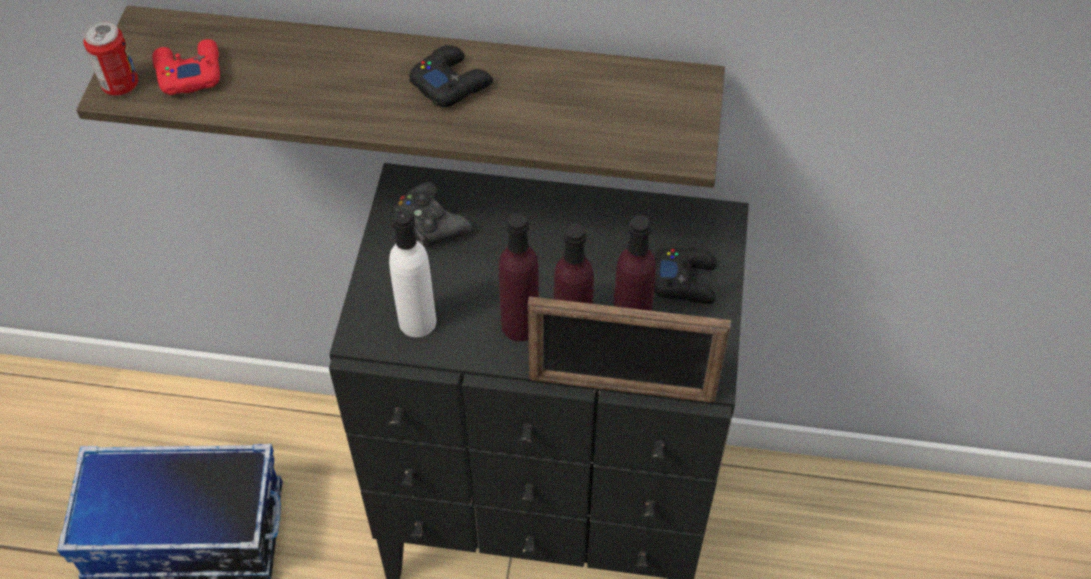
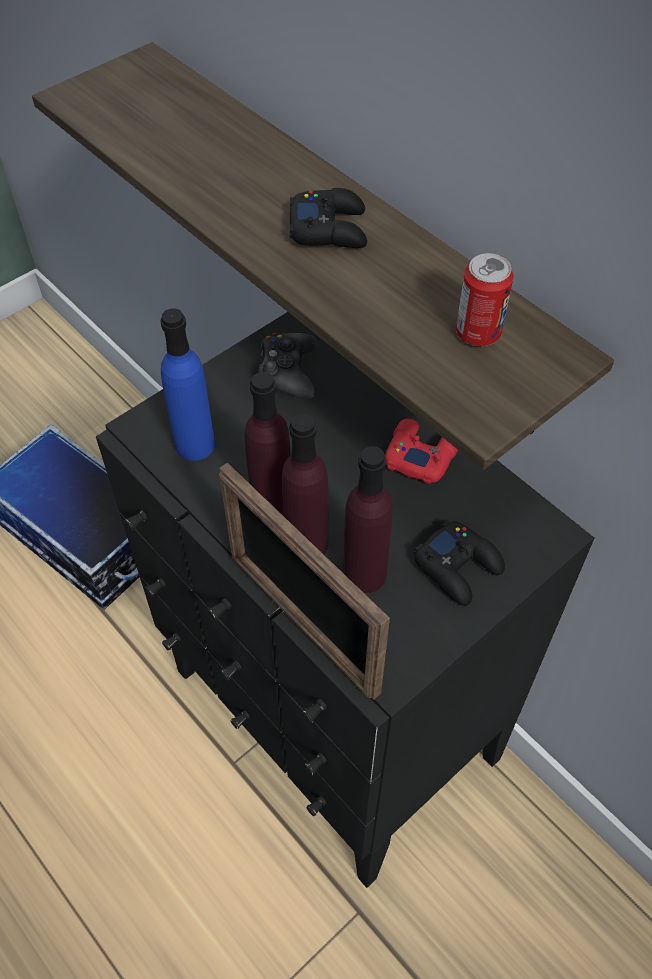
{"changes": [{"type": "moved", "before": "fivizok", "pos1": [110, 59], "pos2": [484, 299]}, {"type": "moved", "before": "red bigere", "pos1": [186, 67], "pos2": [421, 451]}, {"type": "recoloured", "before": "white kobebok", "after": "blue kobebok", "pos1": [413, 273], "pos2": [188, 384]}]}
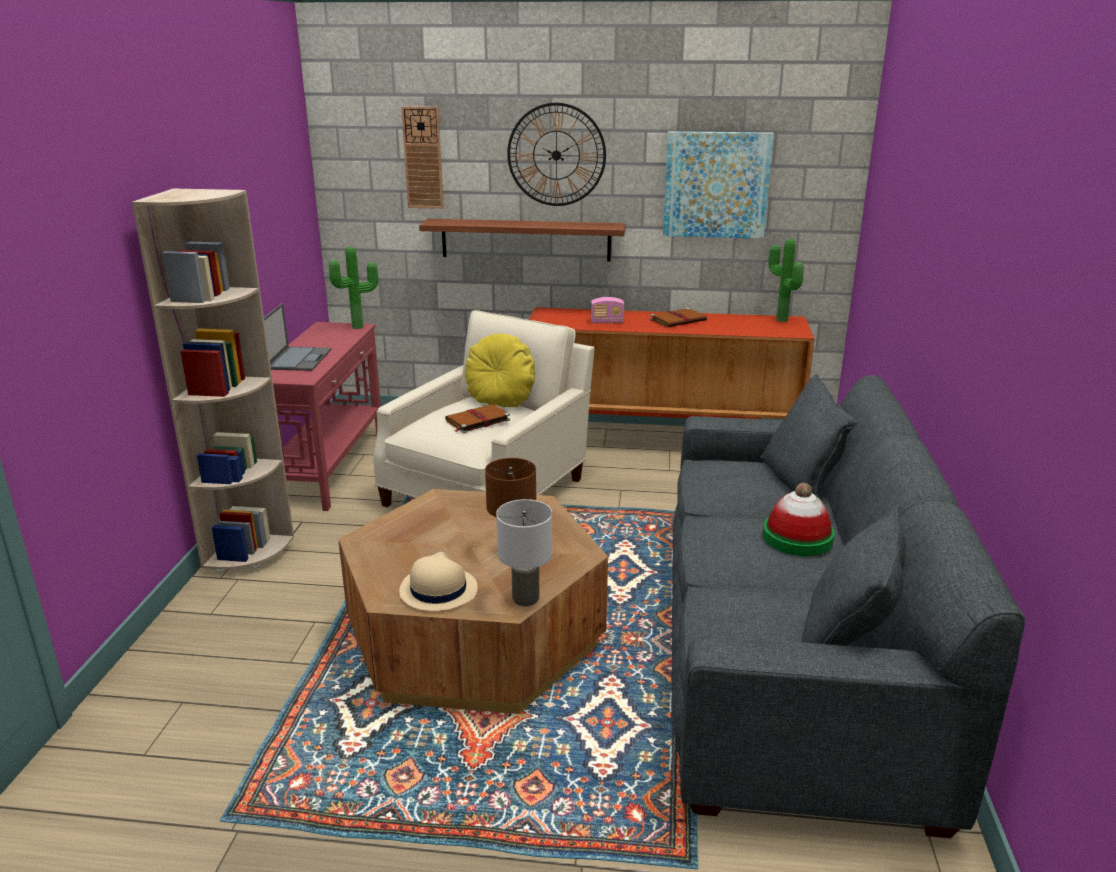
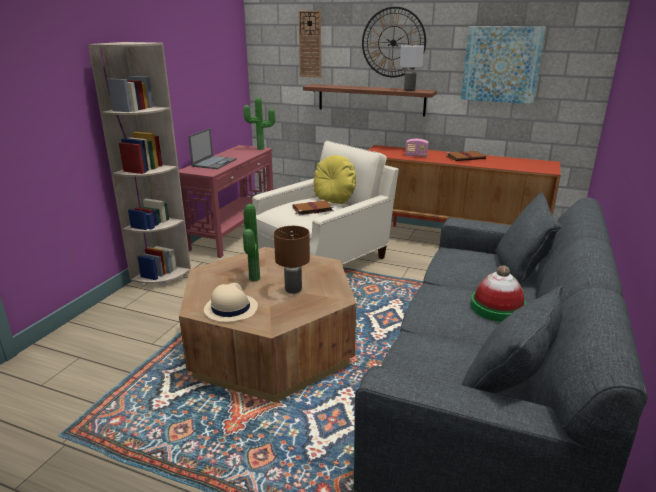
{"changes": [{"type": "moved", "before": "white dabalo", "pos1": [524, 552], "pos2": [412, 68]}, {"type": "moved", "before": "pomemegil", "pos1": [786, 280], "pos2": [251, 243]}]}
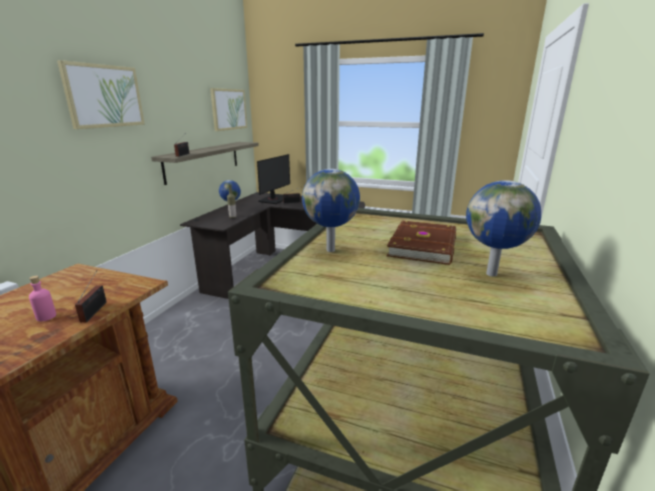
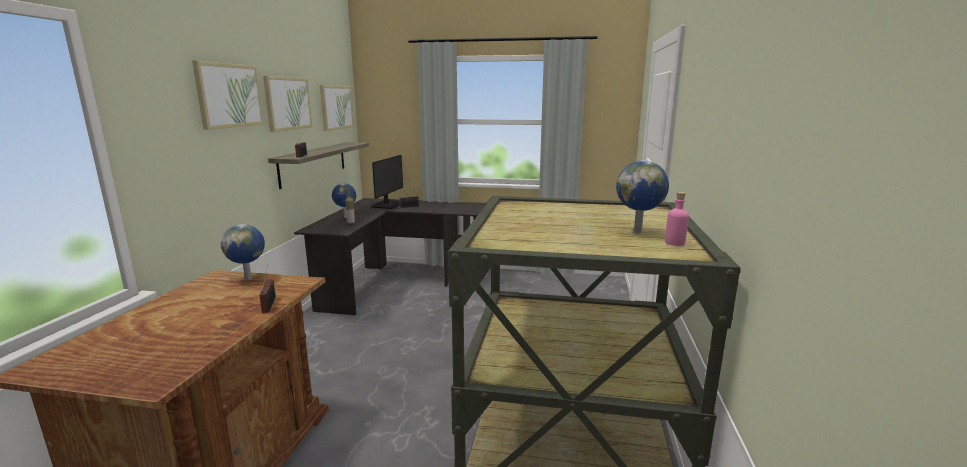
{"changes": [{"type": "removed", "before": "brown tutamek", "pos1": [421, 242]}, {"type": "added", "after": "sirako", "pos2": [287, 104]}, {"type": "moved", "before": "pink kobebok", "pos1": [42, 298], "pos2": [677, 219]}, {"type": "moved", "before": "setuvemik", "pos1": [331, 210], "pos2": [243, 252]}]}
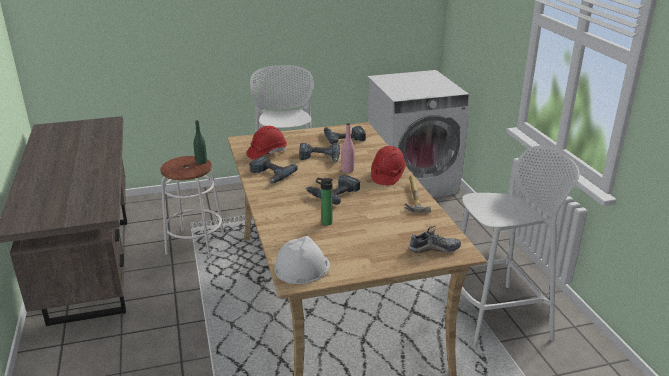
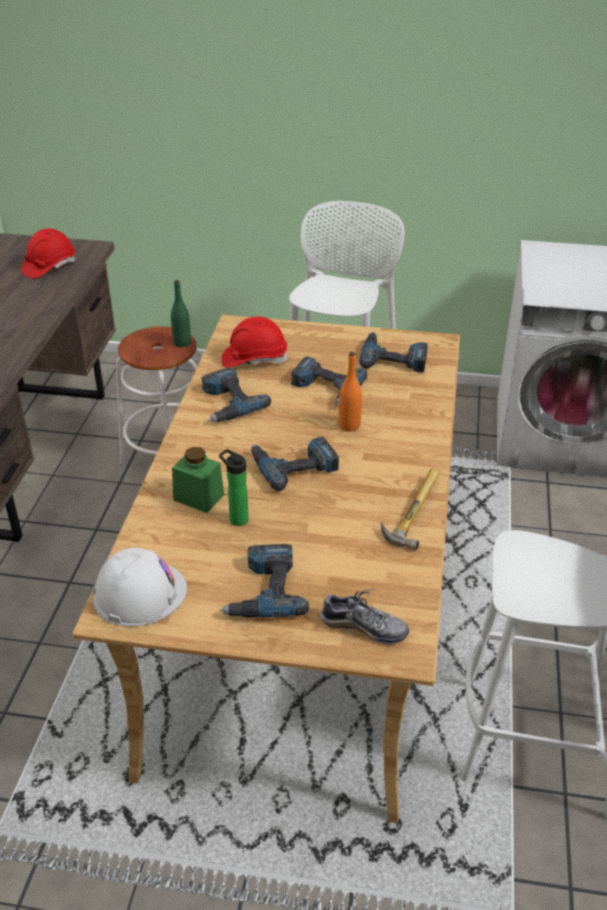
{"changes": [{"type": "added", "after": "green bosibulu", "pos2": [198, 480]}, {"type": "added", "after": "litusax", "pos2": [264, 581]}, {"type": "moved", "before": "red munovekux", "pos1": [388, 165], "pos2": [48, 254]}, {"type": "recoloured", "before": "pink kobebok", "after": "orange kobebok", "pos1": [348, 148], "pos2": [350, 392]}]}
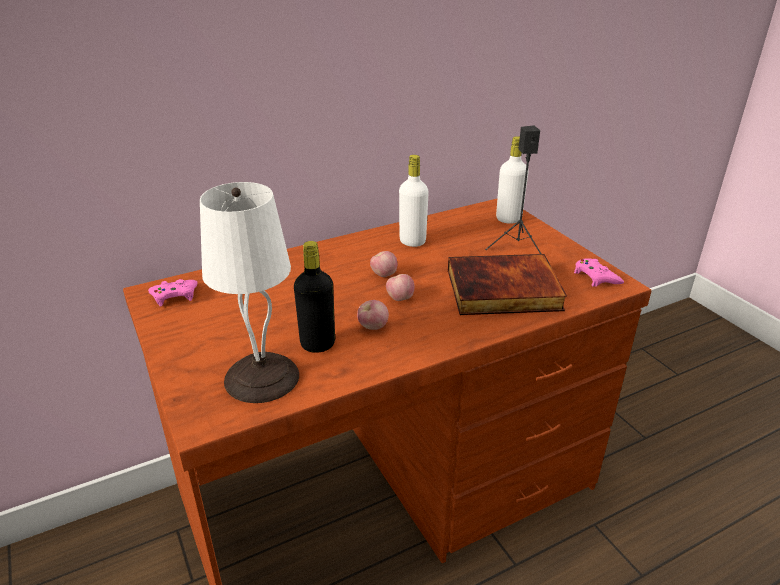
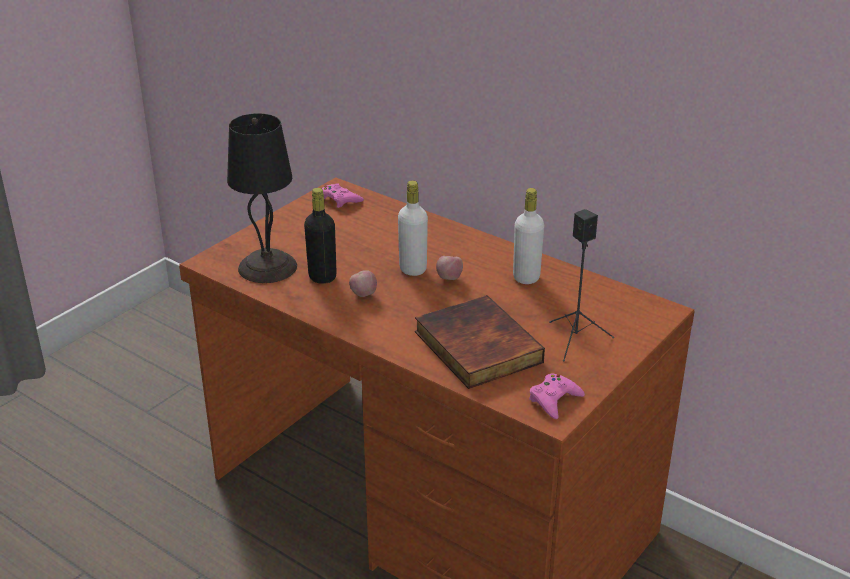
{"changes": [{"type": "removed", "before": "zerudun", "pos1": [400, 287]}, {"type": "moved", "before": "white kobebok", "pos1": [512, 180], "pos2": [413, 228]}, {"type": "recoloured", "before": "white dabalo", "after": "black dabalo", "pos1": [249, 292], "pos2": [262, 198]}]}
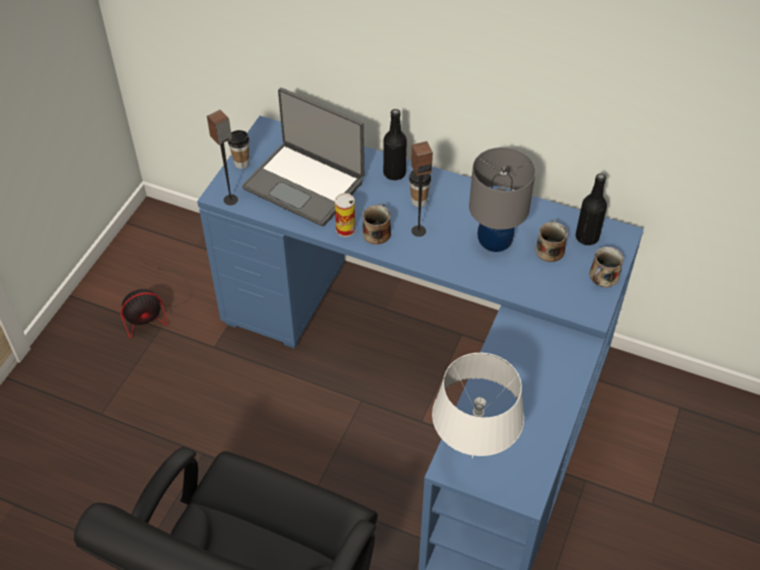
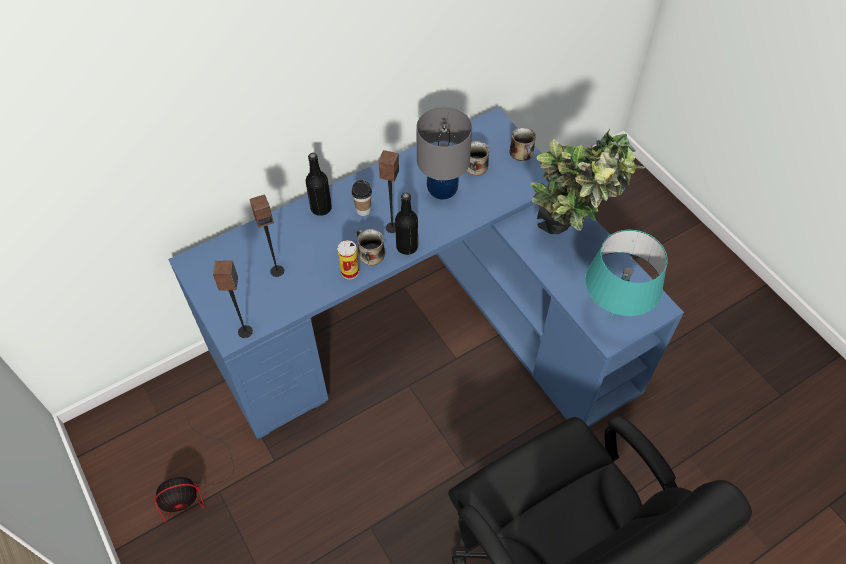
{"changes": [{"type": "removed", "before": "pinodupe", "pos1": [238, 149]}, {"type": "added", "after": "pomemegil", "pos2": [588, 181]}, {"type": "moved", "before": "black kobebok", "pos1": [591, 209], "pos2": [406, 224]}, {"type": "replaced", "before": "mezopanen", "after": "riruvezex", "pos1": [303, 157], "pos2": [267, 235]}, {"type": "recoloured", "before": "white dabalo", "after": "turquoise dabalo", "pos1": [478, 405], "pos2": [626, 275]}, {"type": "turned", "before": "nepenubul", "pos1": [156, 297], "pos2": [194, 469], "turn": 60}]}
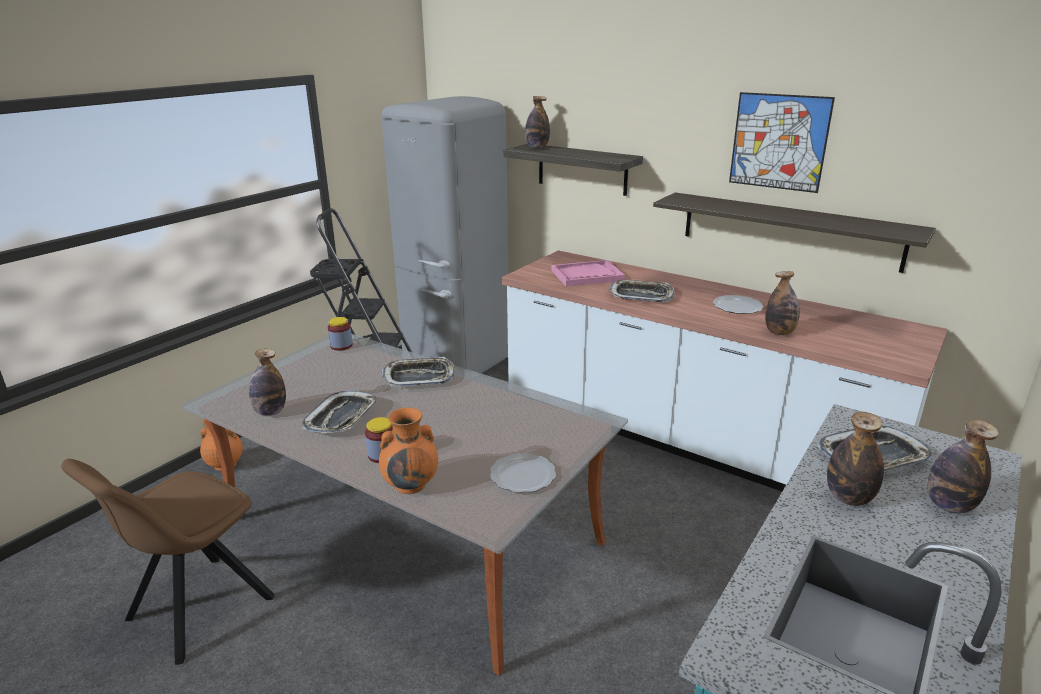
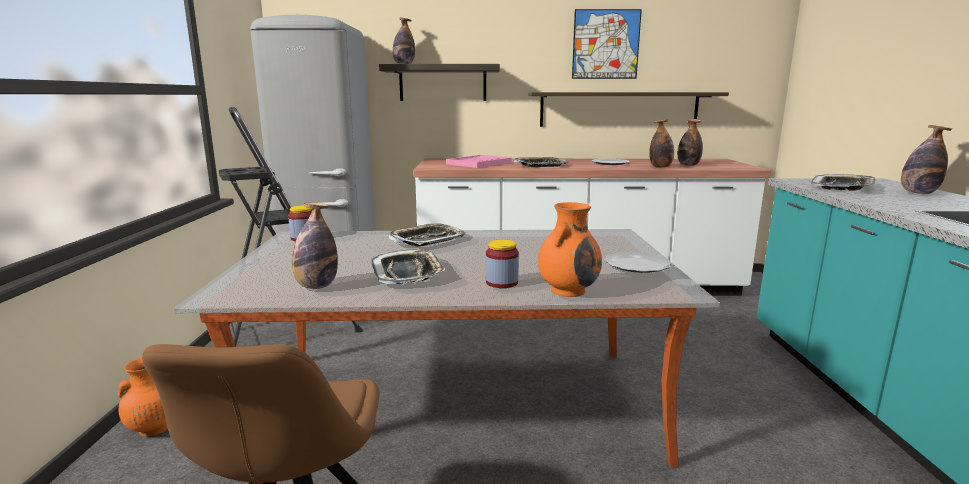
{"changes": [{"type": "moved", "before": "kobebok", "pos1": [855, 459], "pos2": [690, 142]}]}
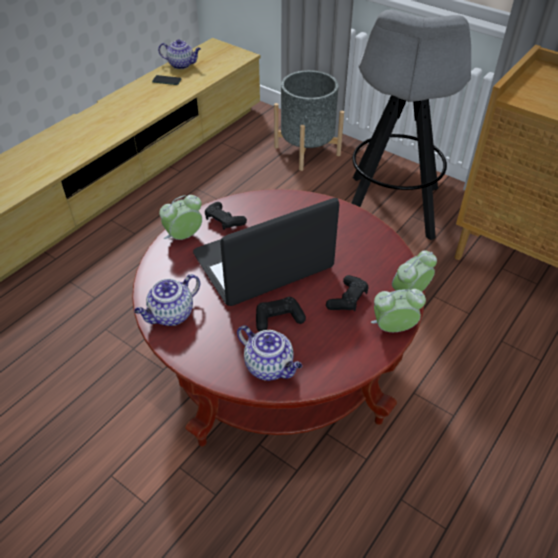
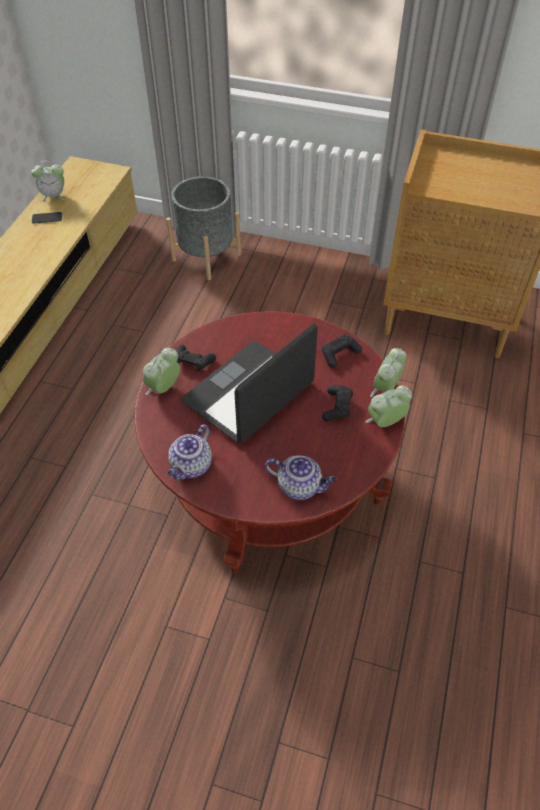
{"changes": [{"type": "removed", "before": "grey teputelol", "pos1": [411, 125]}, {"type": "moved", "before": "black bigere", "pos1": [281, 314], "pos2": [342, 351]}, {"type": "replaced", "before": "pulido", "after": "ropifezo", "pos1": [179, 54], "pos2": [48, 181]}]}
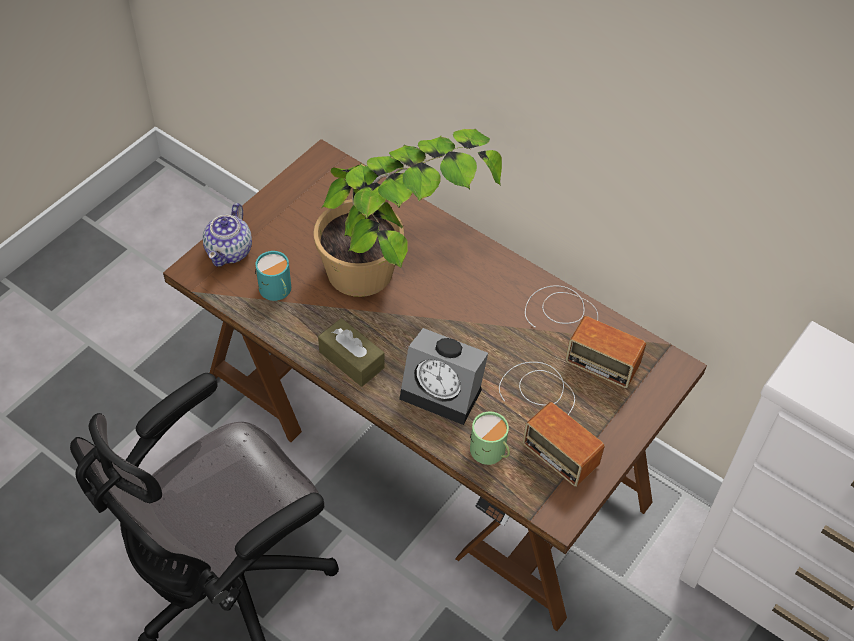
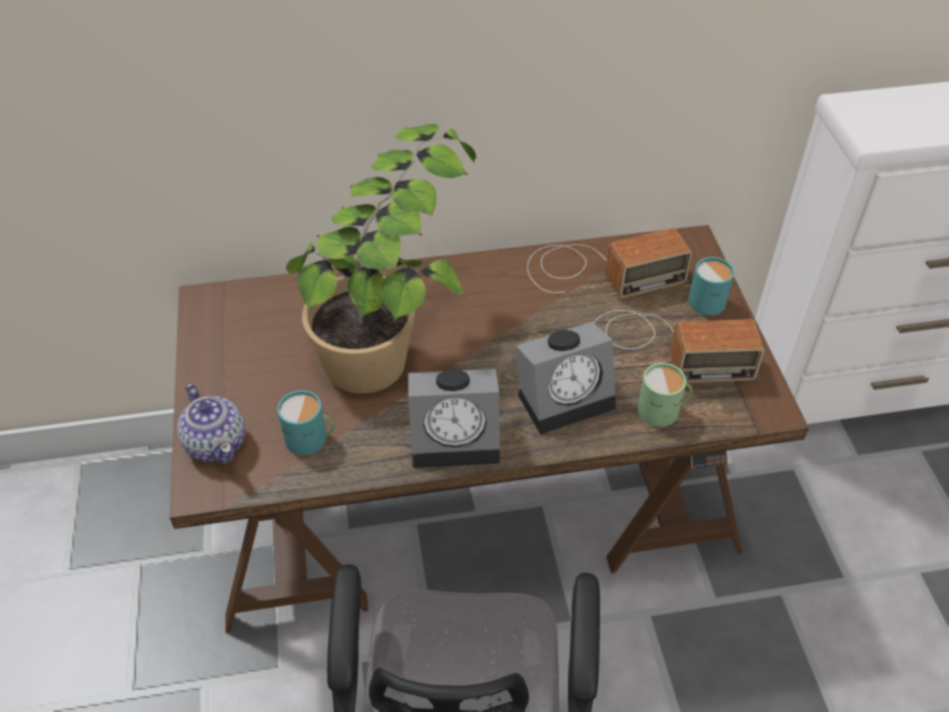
{"changes": [{"type": "added", "after": "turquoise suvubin", "pos2": [711, 286]}, {"type": "replaced", "before": "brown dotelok", "after": "ropifezo", "pos1": [351, 352], "pos2": [454, 418]}]}
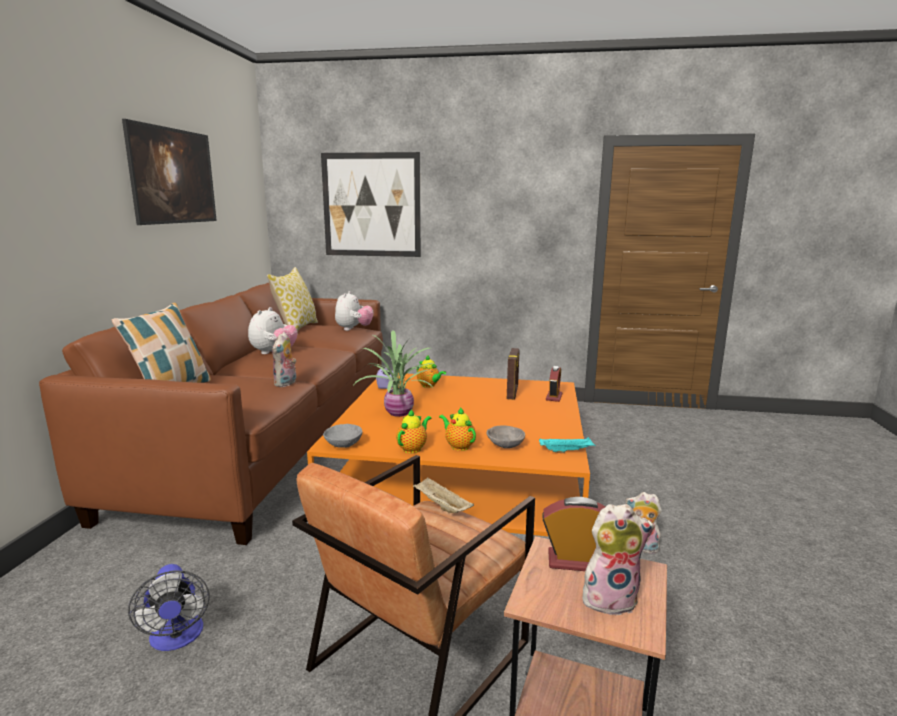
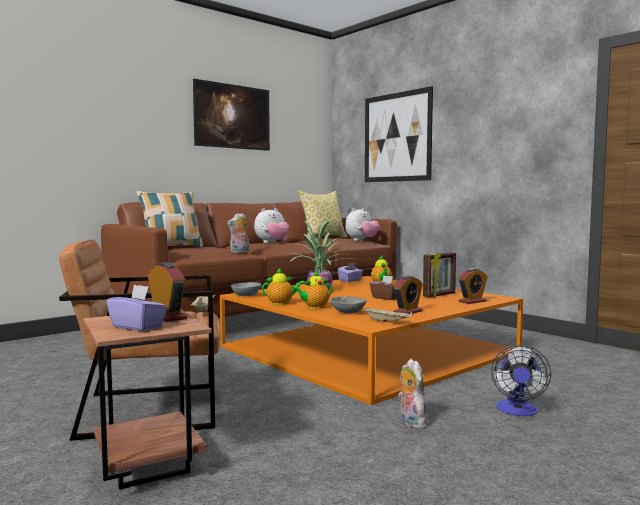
{"changes": [{"type": "added", "after": "brown dotelok", "pos2": [383, 287]}, {"type": "added", "after": "ropifezo", "pos2": [408, 294]}, {"type": "moved", "before": "nepenubul", "pos1": [169, 607], "pos2": [521, 380]}, {"type": "replaced", "before": "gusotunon", "after": "purple dotelok", "pos1": [618, 560], "pos2": [137, 308]}, {"type": "recoloured", "before": "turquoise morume", "after": "beige morume", "pos1": [567, 445], "pos2": [387, 315]}, {"type": "turned", "before": "pulido", "pos1": [457, 429], "pos2": [311, 289], "turn": -120}]}
